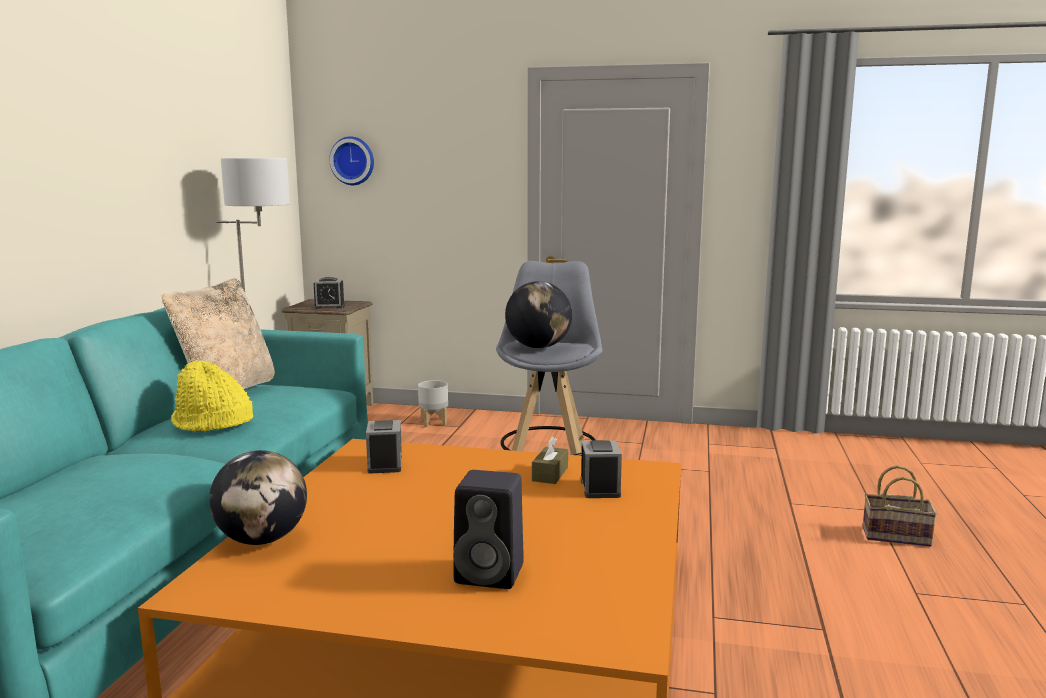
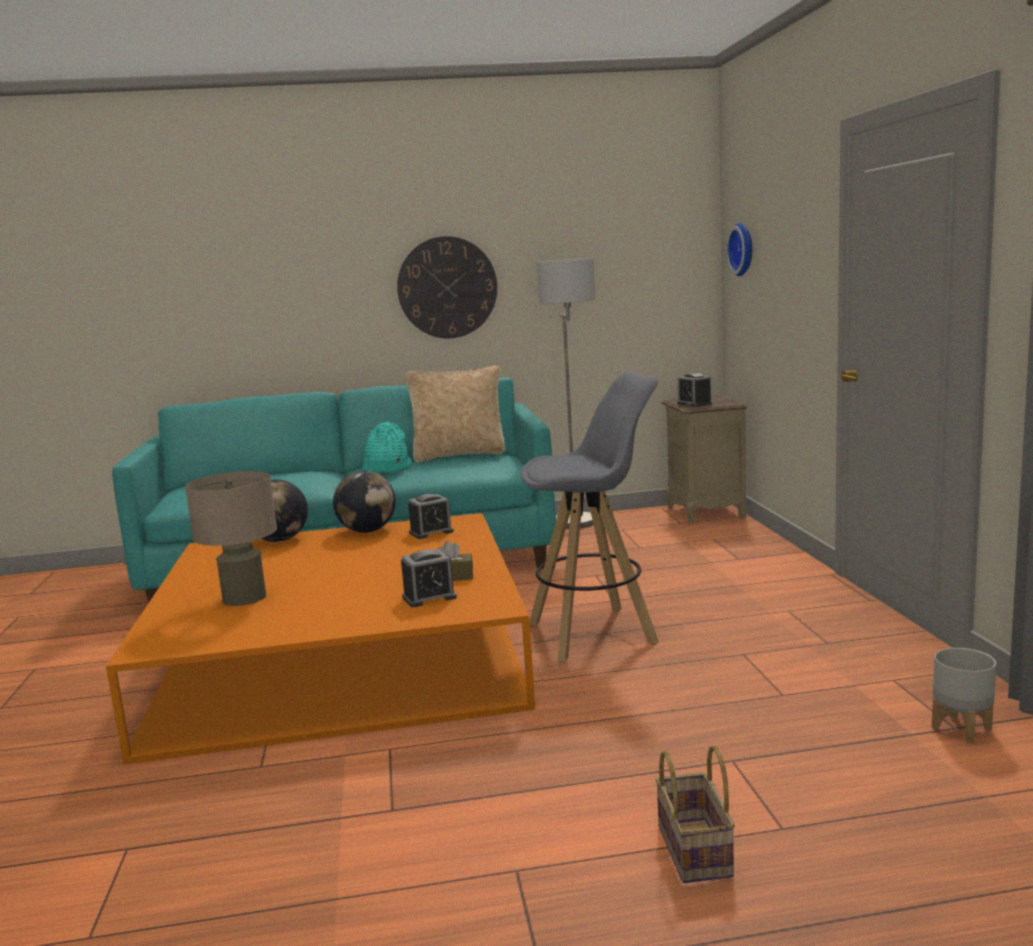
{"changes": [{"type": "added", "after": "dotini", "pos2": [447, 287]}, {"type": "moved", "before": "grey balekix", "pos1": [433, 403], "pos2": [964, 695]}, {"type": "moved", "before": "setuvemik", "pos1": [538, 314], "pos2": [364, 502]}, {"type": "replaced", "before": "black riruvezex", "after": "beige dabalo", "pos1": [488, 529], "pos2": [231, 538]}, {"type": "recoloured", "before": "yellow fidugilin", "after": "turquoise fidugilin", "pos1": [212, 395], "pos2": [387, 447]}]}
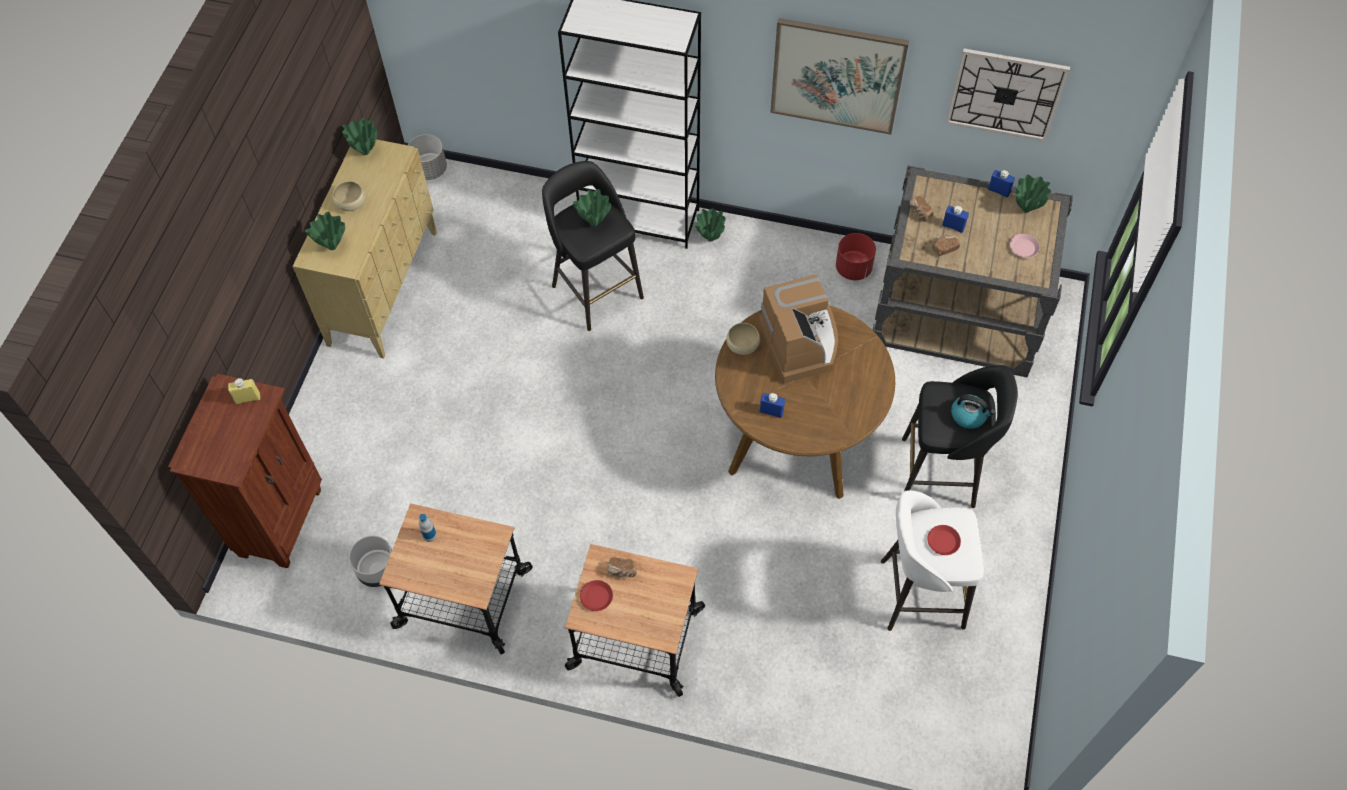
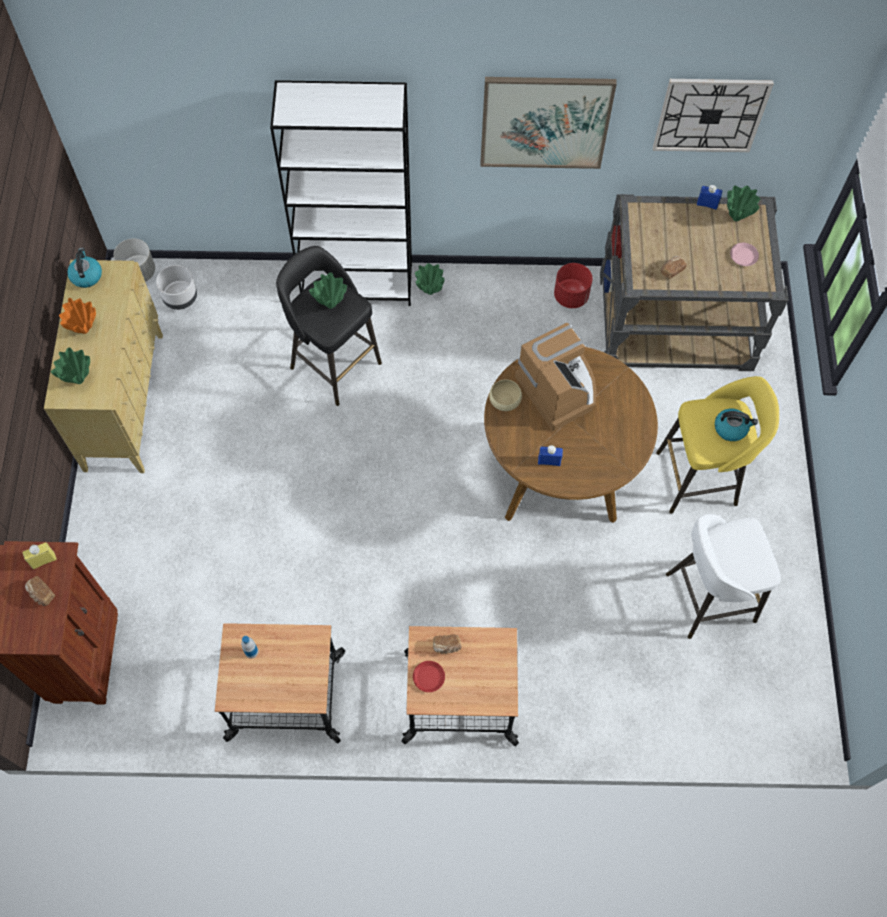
{"changes": [{"type": "removed", "before": "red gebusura", "pos1": [944, 540]}, {"type": "removed", "before": "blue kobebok", "pos1": [955, 219]}, {"type": "moved", "before": "grey balekix", "pos1": [370, 561], "pos2": [176, 287]}, {"type": "moved", "before": "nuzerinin", "pos1": [921, 208], "pos2": [40, 591]}, {"type": "replaced", "before": "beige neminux", "after": "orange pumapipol", "pos1": [348, 196], "pos2": [77, 316]}, {"type": "replaced", "before": "green pumapipol", "after": "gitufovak", "pos1": [359, 136], "pos2": [84, 268]}, {"type": "recoloured", "before": "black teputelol", "after": "yellow teputelol", "pos1": [960, 436], "pos2": [717, 445]}]}
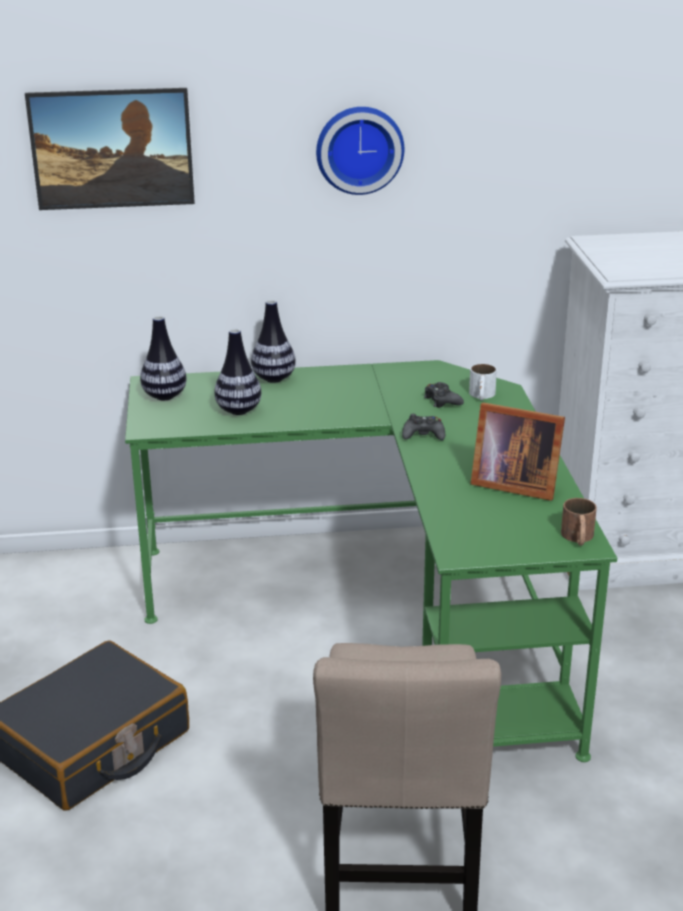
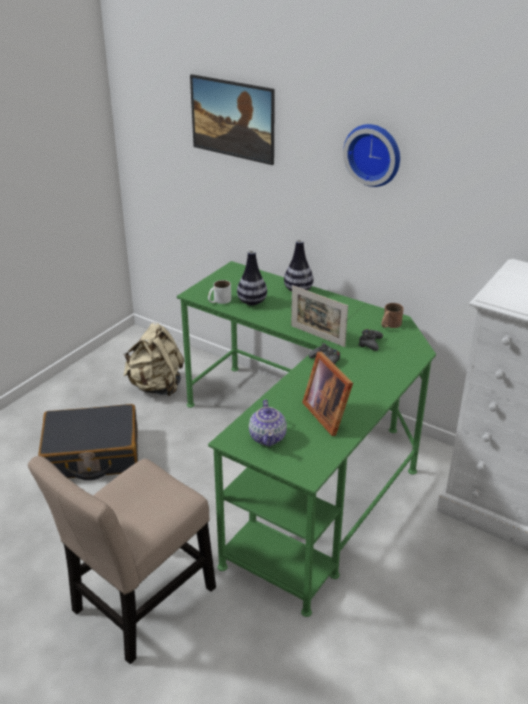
{"changes": [{"type": "removed", "before": "pumapipol", "pos1": [163, 358]}, {"type": "added", "after": "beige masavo", "pos2": [153, 359]}, {"type": "added", "after": "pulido", "pos2": [268, 423]}, {"type": "added", "after": "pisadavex", "pos2": [319, 316]}, {"type": "moved", "before": "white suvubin", "pos1": [483, 382], "pos2": [219, 292]}, {"type": "moved", "before": "brown suvubin", "pos1": [579, 522], "pos2": [392, 315]}]}
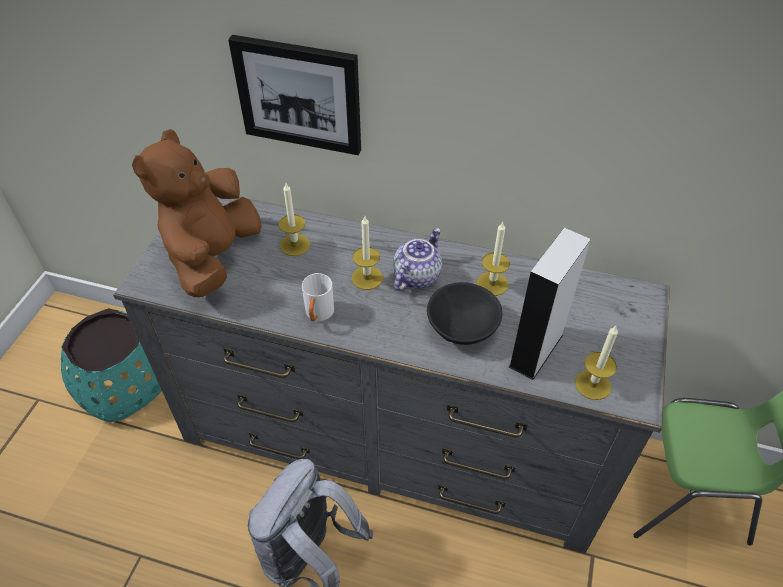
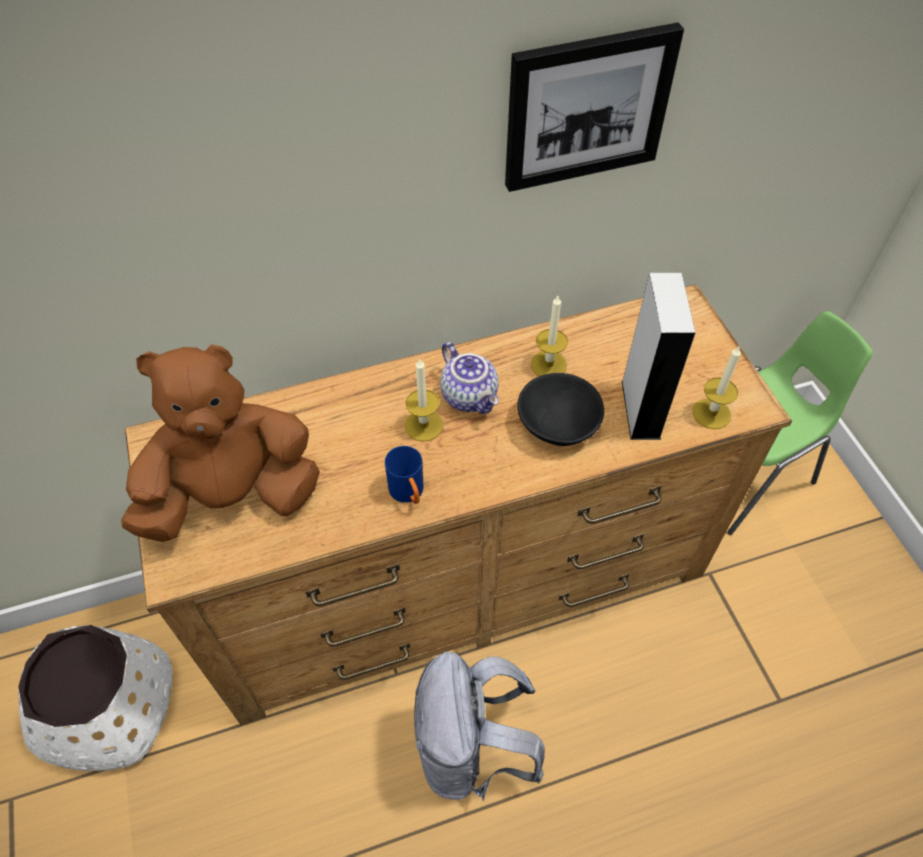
{"changes": [{"type": "removed", "before": "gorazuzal", "pos1": [294, 219]}, {"type": "moved", "before": "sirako", "pos1": [294, 95], "pos2": [594, 107]}, {"type": "recoloured", "before": "turquoise balekix", "after": "white balekix", "pos1": [111, 365], "pos2": [95, 698]}, {"type": "recoloured", "before": "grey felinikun", "after": "brown felinikun", "pos1": [391, 375], "pos2": [458, 504]}, {"type": "recoloured", "before": "white suvubin", "after": "blue suvubin", "pos1": [318, 297], "pos2": [404, 475]}, {"type": "turned", "before": "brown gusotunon", "pos1": [197, 213], "pos2": [220, 443], "turn": 90}, {"type": "turned", "before": "pulido", "pos1": [417, 259], "pos2": [469, 378], "turn": 150}]}
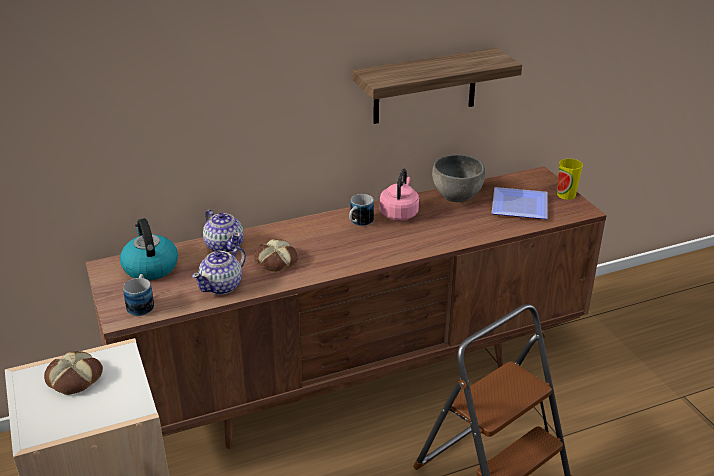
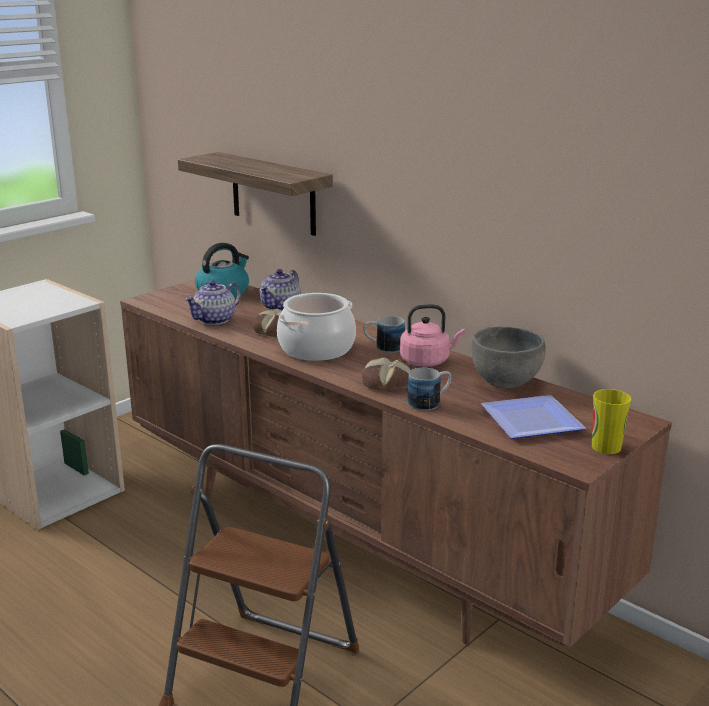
{"changes": [{"type": "added", "after": "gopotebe", "pos2": [316, 327]}, {"type": "moved", "before": "nuzerinin", "pos1": [73, 373], "pos2": [387, 374]}, {"type": "moved", "before": "suvubin", "pos1": [138, 295], "pos2": [429, 389]}, {"type": "moved", "before": "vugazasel", "pos1": [437, 86], "pos2": [255, 194]}, {"type": "turned", "before": "pulido", "pos1": [219, 270], "pos2": [212, 302], "turn": -60}]}
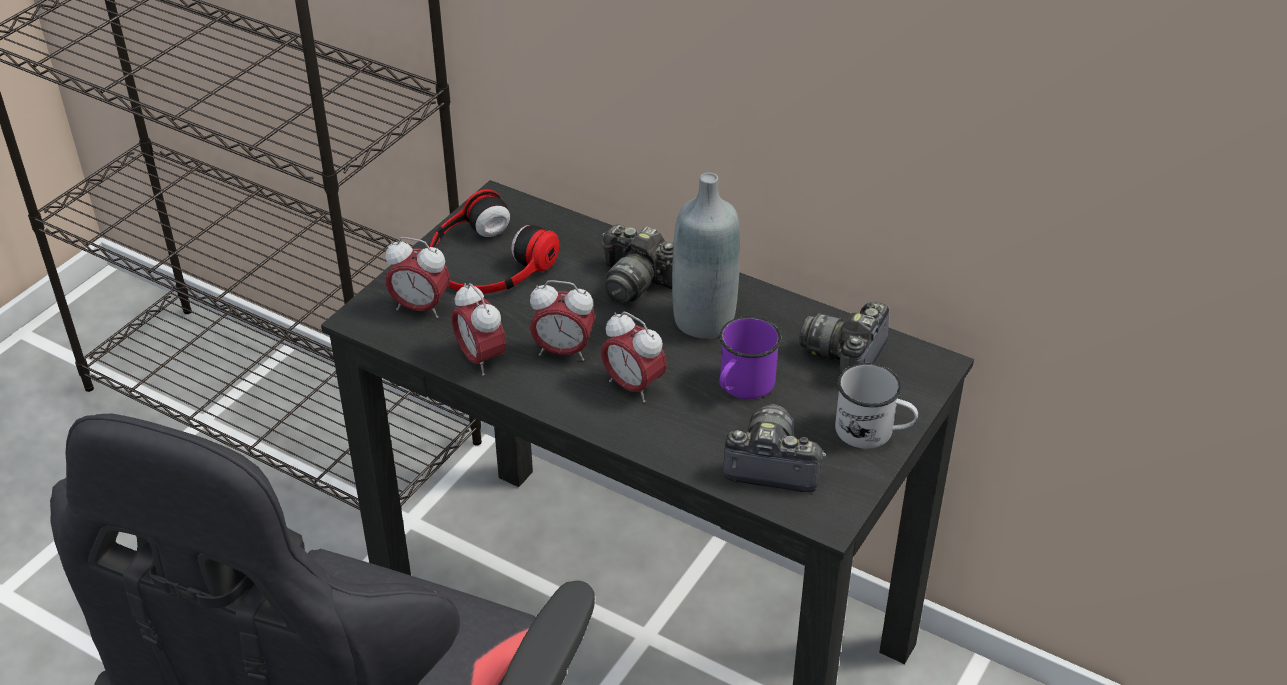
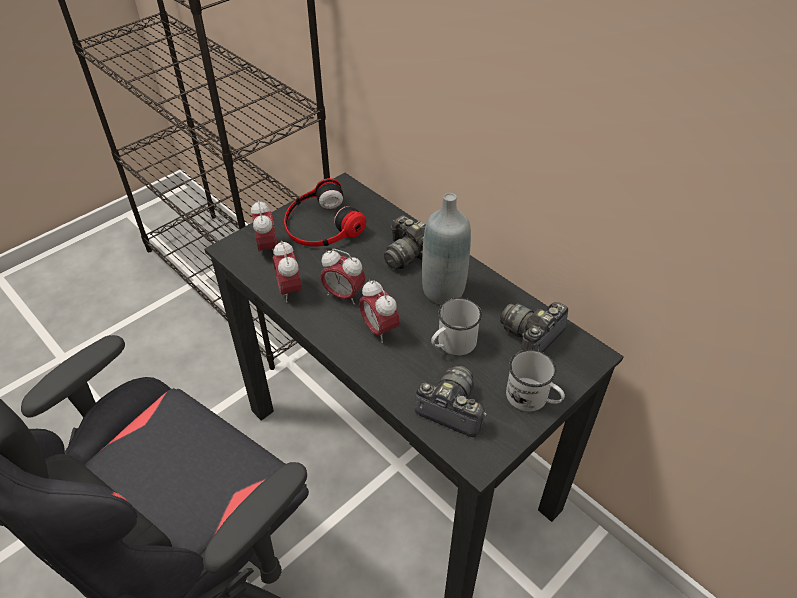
{"changes": [{"type": "recoloured", "before": "purple suvubin", "after": "white suvubin", "pos1": [750, 357], "pos2": [456, 326]}, {"type": "turned", "before": "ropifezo", "pos1": [417, 277], "pos2": [264, 226], "turn": -135}]}
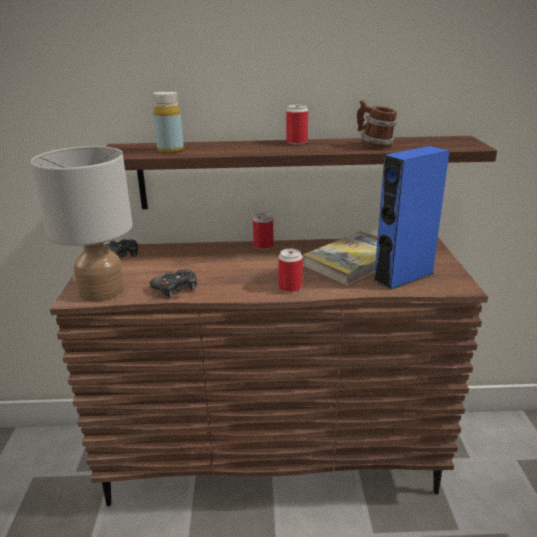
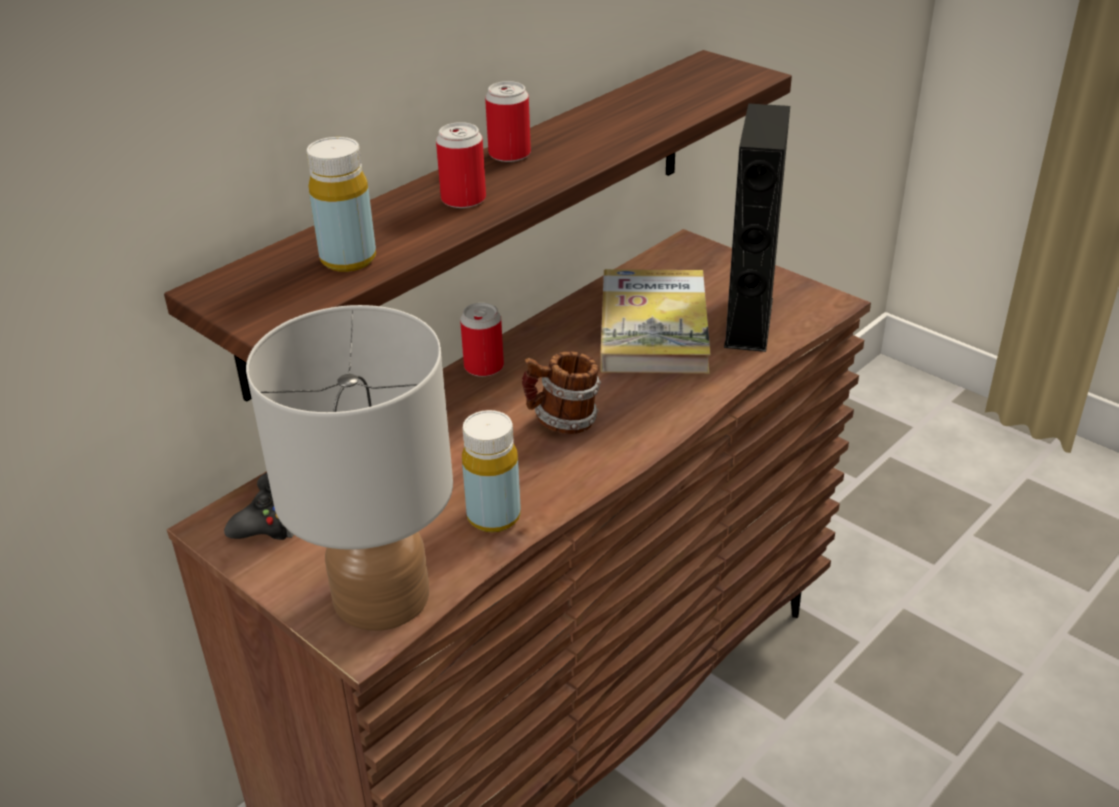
{"changes": [{"type": "moved", "before": "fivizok", "pos1": [290, 270], "pos2": [461, 165]}, {"type": "moved", "before": "suvubin", "pos1": [377, 124], "pos2": [561, 392]}, {"type": "replaced", "before": "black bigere", "after": "yellow kobebok", "pos1": [173, 283], "pos2": [491, 471]}, {"type": "recoloured", "before": "blue riruvezex", "after": "black riruvezex", "pos1": [411, 218], "pos2": [757, 227]}]}
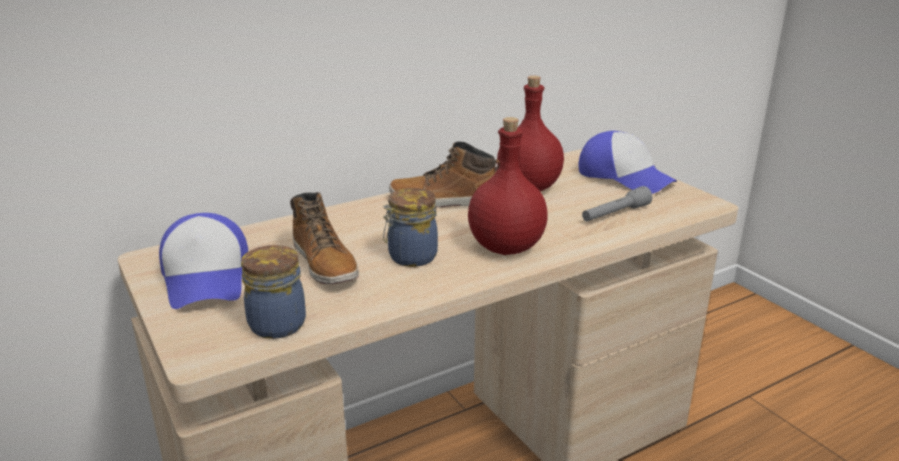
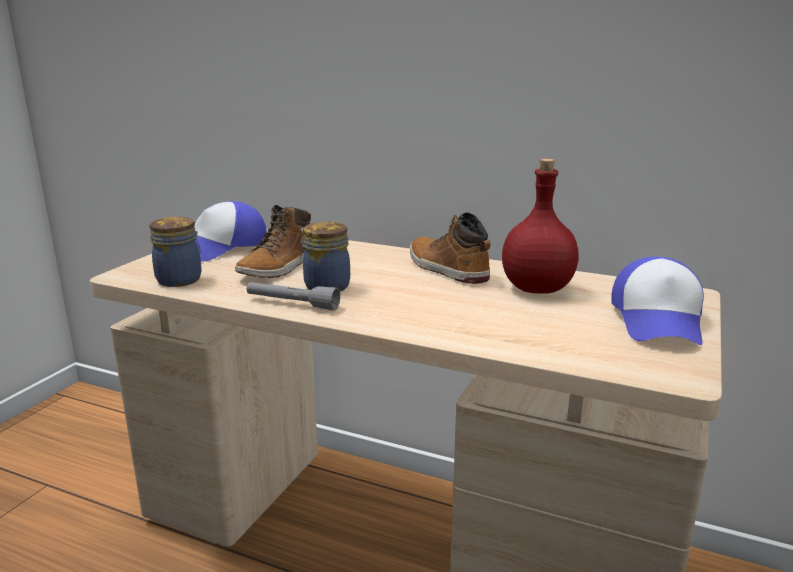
{"changes": [{"type": "removed", "before": "red kobebok", "pos1": [508, 186]}, {"type": "moved", "before": "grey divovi", "pos1": [617, 203], "pos2": [293, 296]}]}
